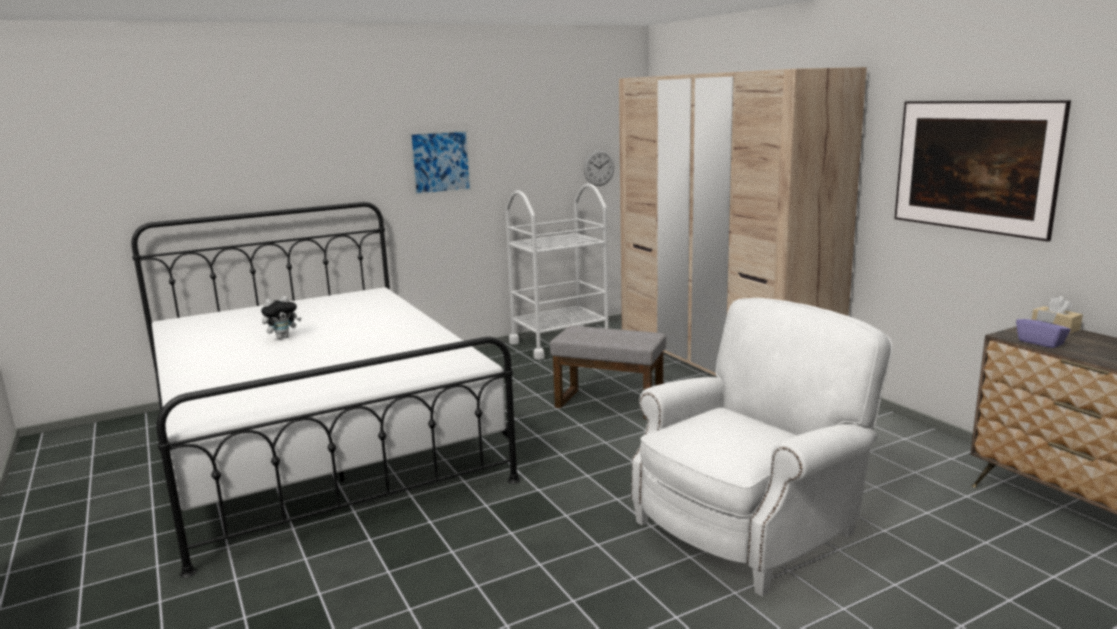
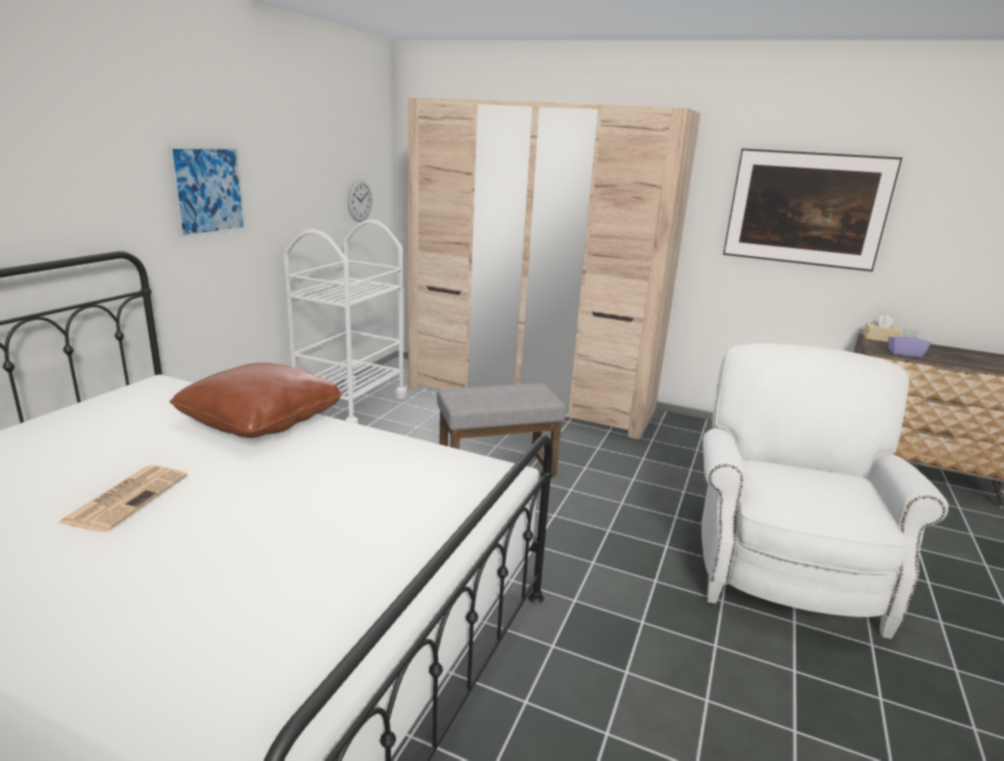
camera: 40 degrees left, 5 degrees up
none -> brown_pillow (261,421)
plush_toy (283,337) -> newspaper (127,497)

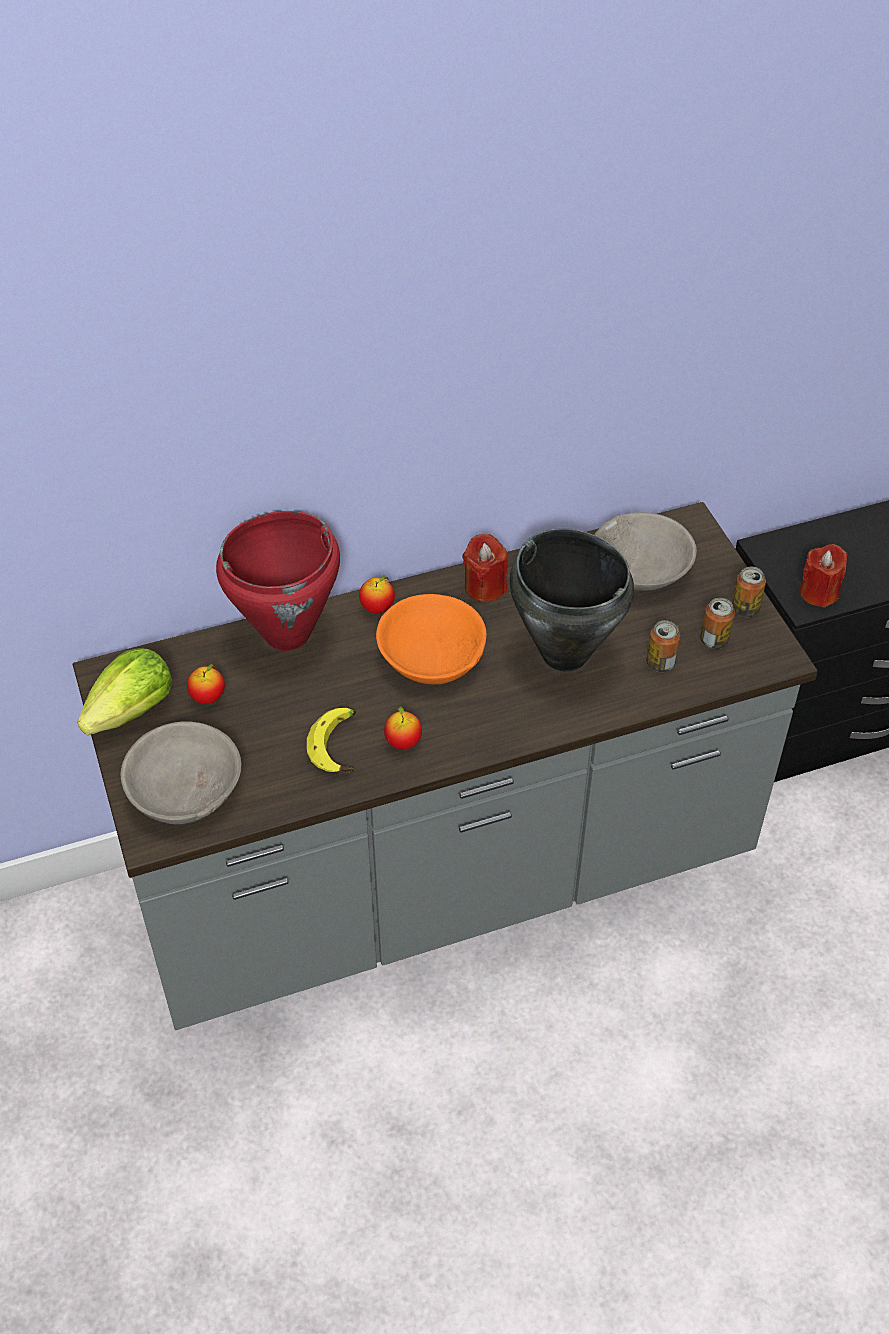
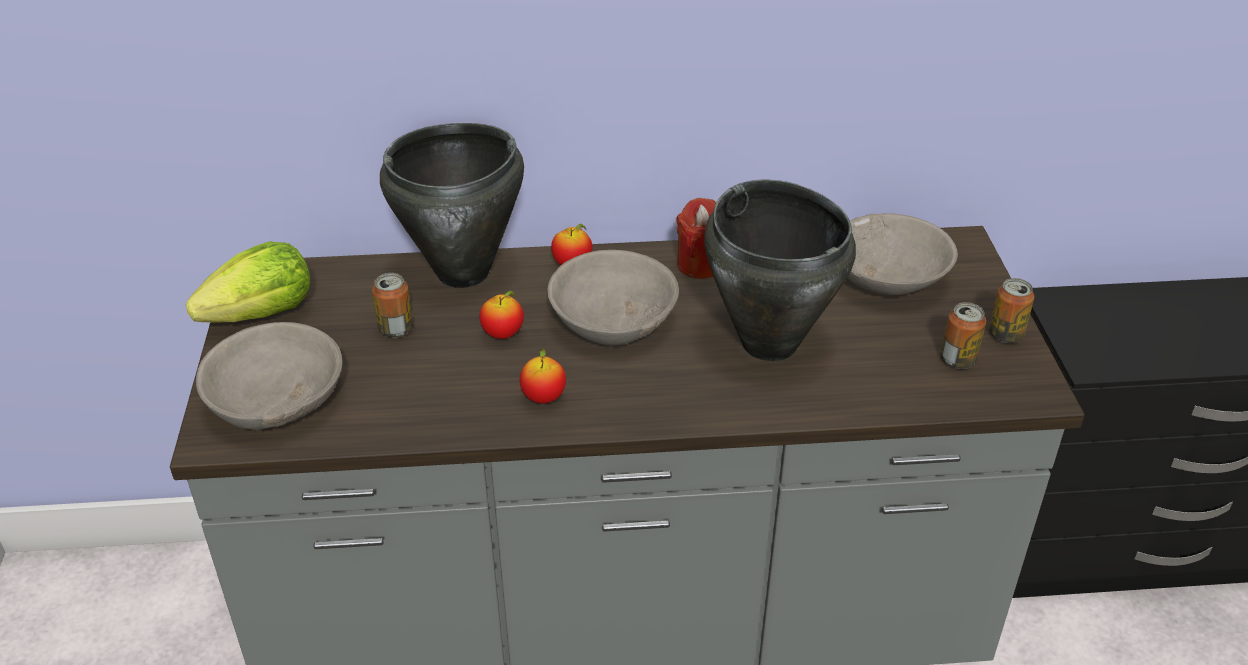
camera: 15 degrees right, 10 degrees down
banana (340,746) -> none
red_candle (819,592) -> none
apple (208,697) -> apple (503,334), relocated
can (660,663) -> can (396,329), relocated
red_cooking_pot (288,634) -> black_cooking_pot (464,273)
orange_bowl (431,656) -> grey_bowl (613,319)

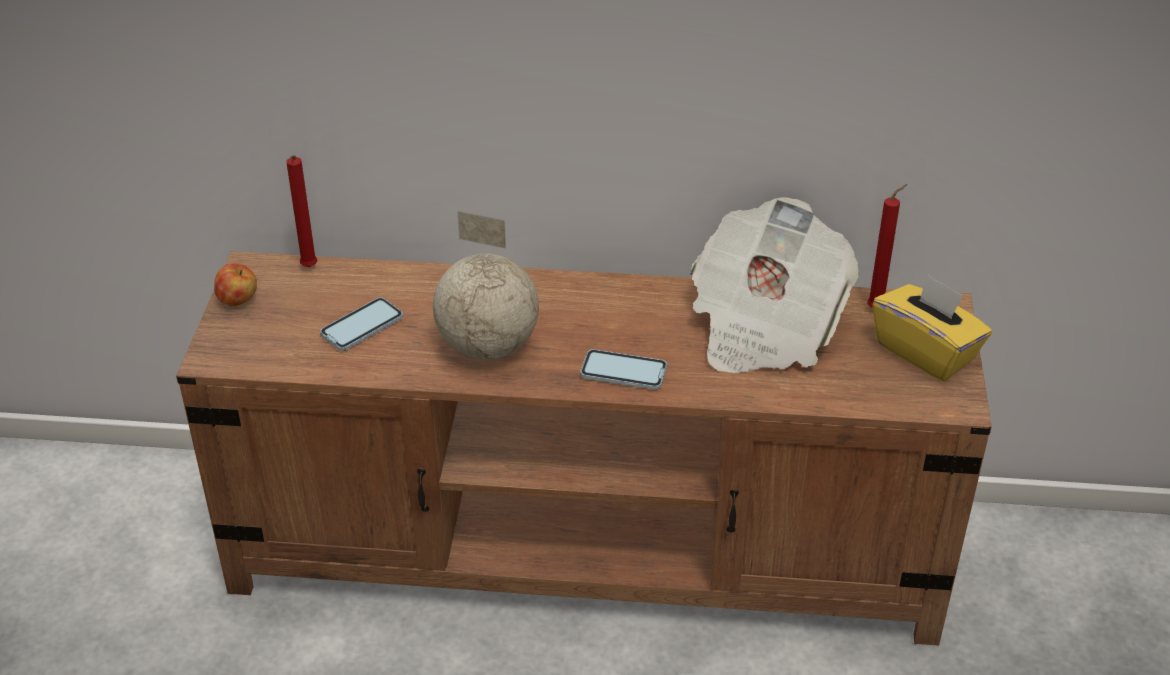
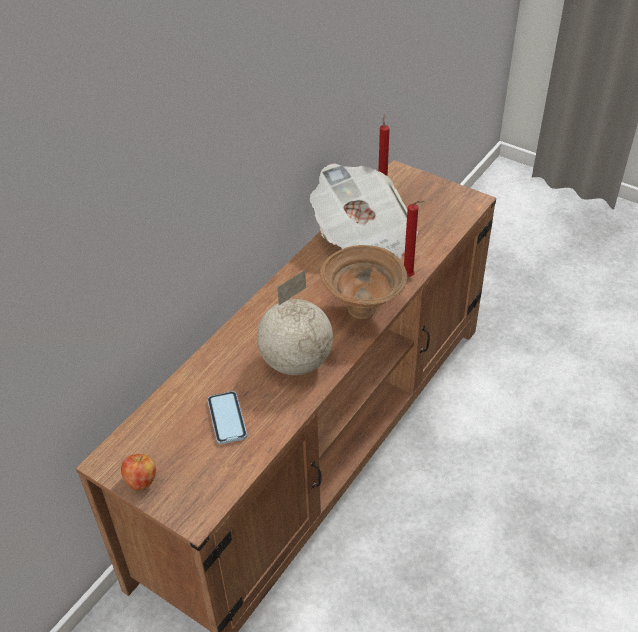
camera: 60 degrees left, 5 degrees up
yellow_tissue_box (926,352) -> none
red_candle (309,269) -> red_candle (410,277), relocated
phone (623,372) -> brown_bowl (363,311)

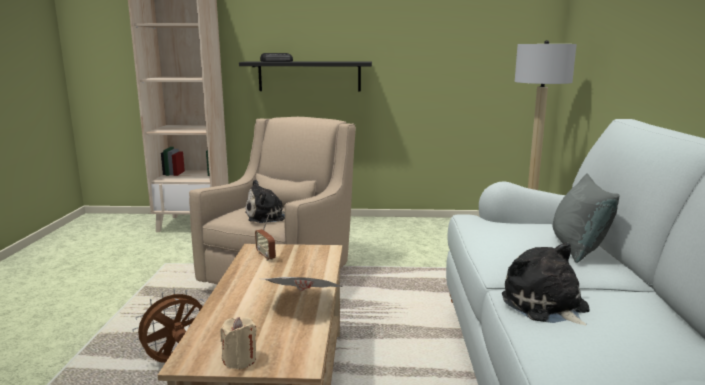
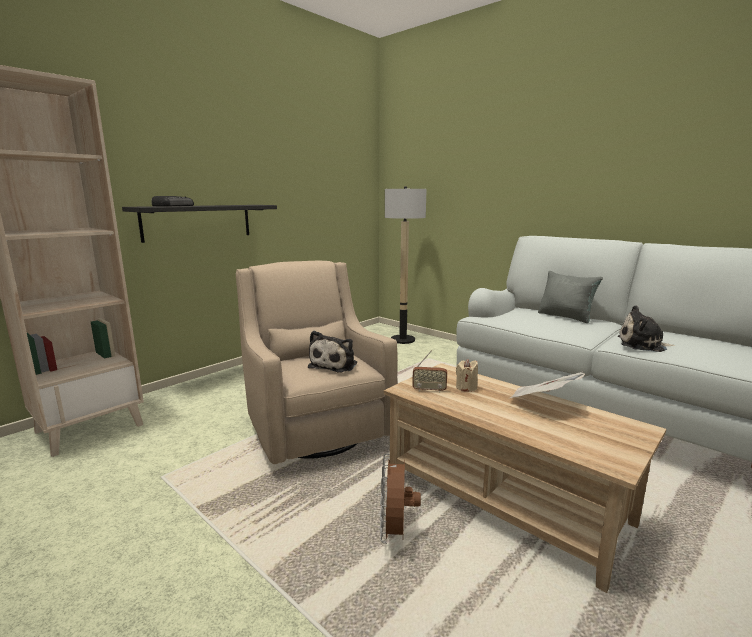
camera: 50 degrees left, 0 degrees up
beige_candle (240,360) -> beige_candle (466,387), relocated

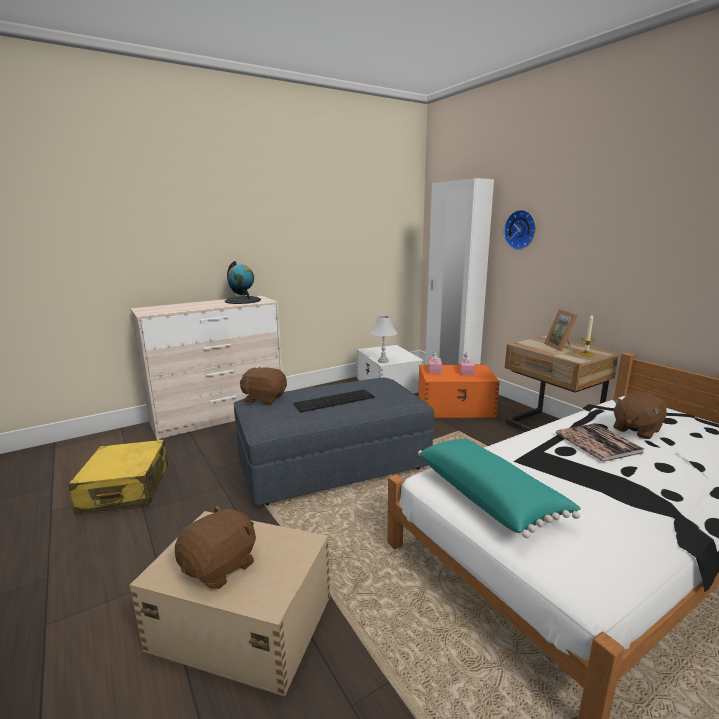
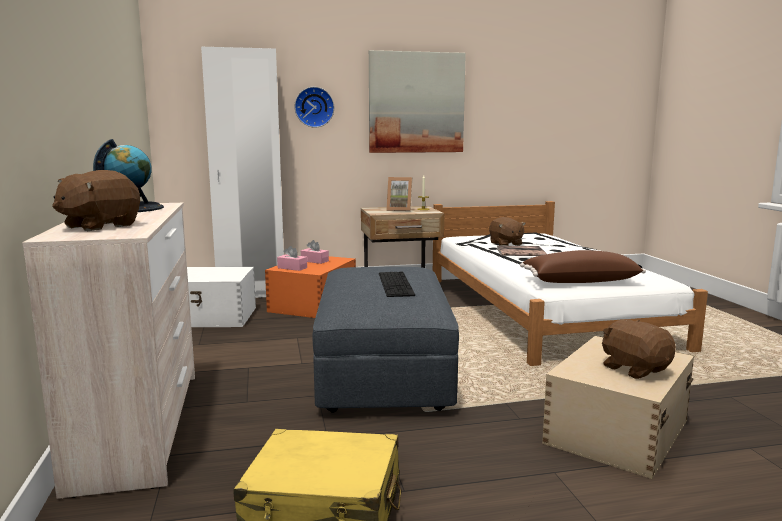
camera: 70 degrees left, 5 degrees down
white_table_lamp (383,361) -> none
none -> picture (416,103)
brown_plush_toy (264,399) -> brown_plush_toy (99,226), relocated
turquoise_pillow (489,496) -> brown_pillow (579,281)

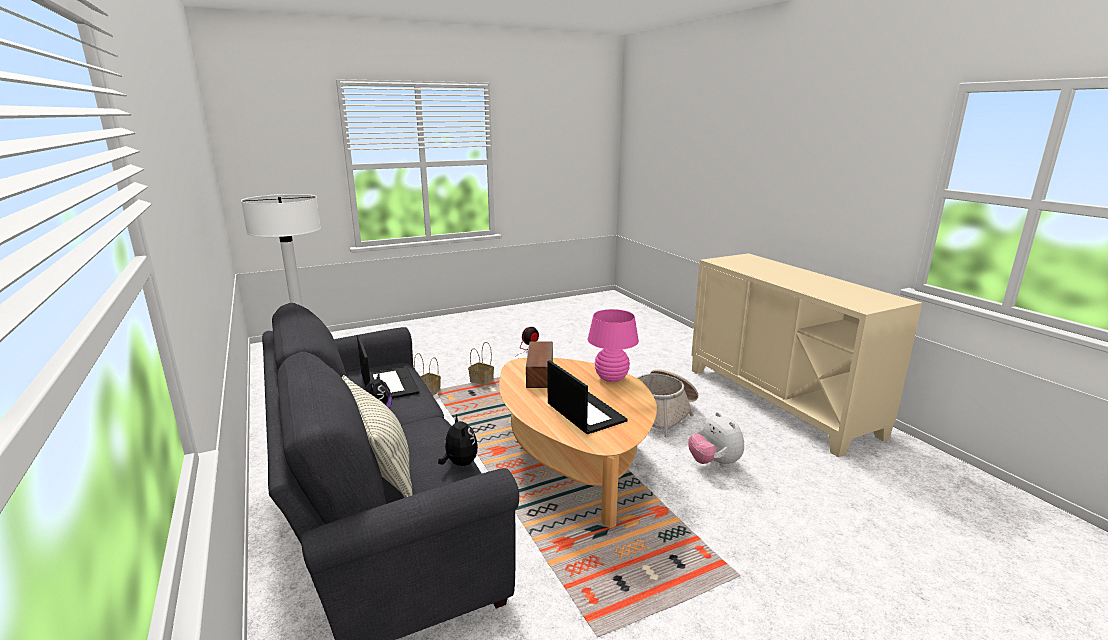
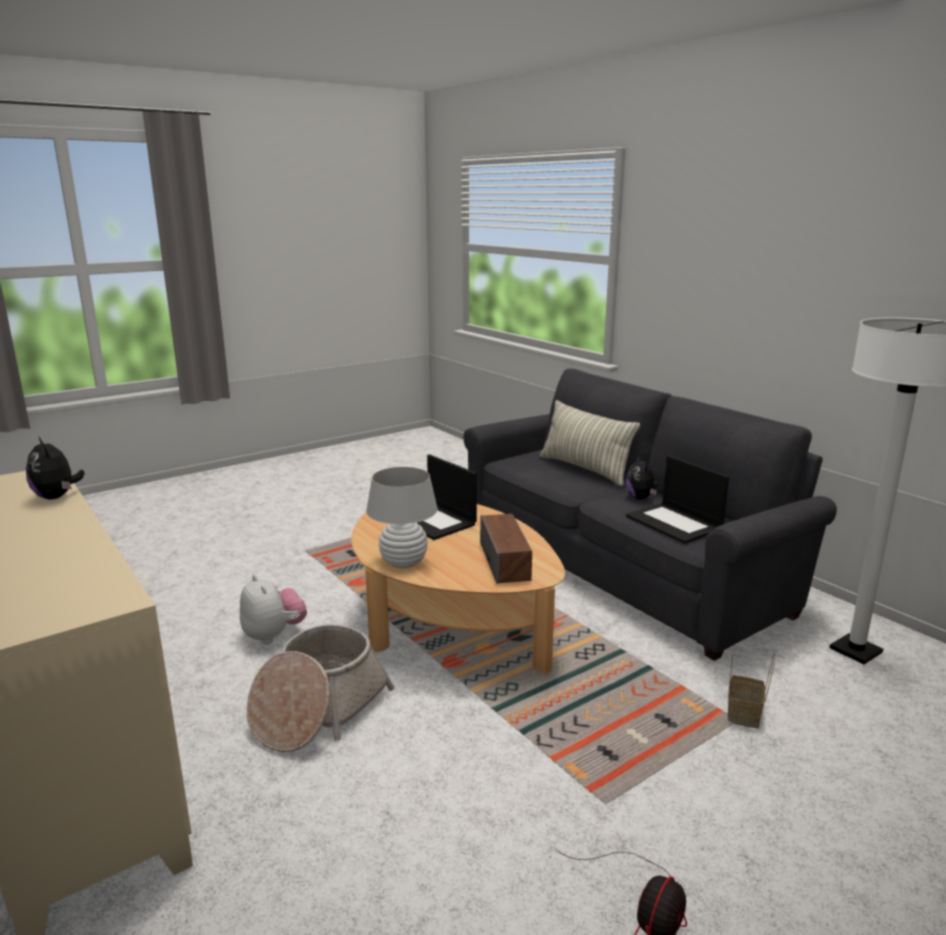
camera: 170 degrees right, 0 degrees up
basket (482,381) -> none
plush_toy (459,463) -> plush_toy (57,497), relocated
pink_table_lamp (611,378) -> white_table_lamp (403,562)

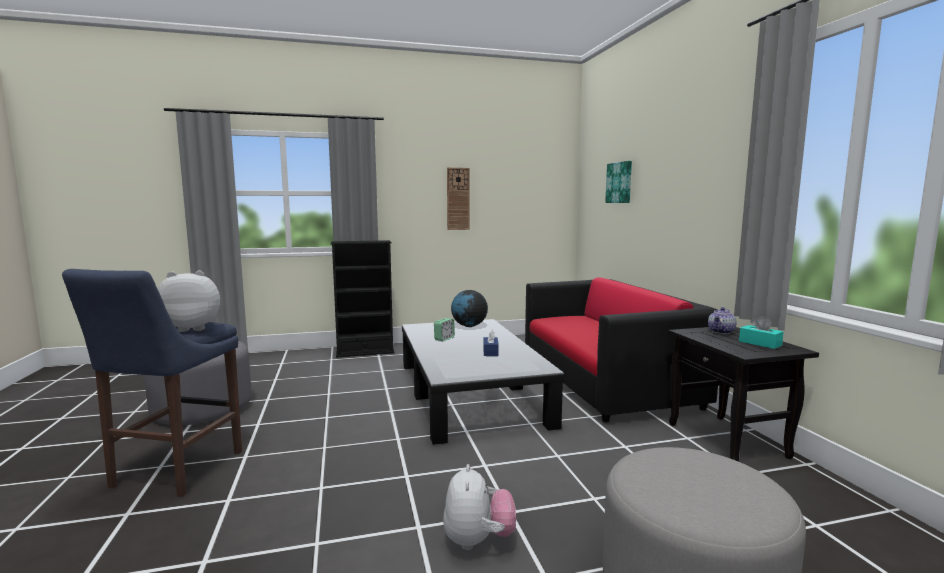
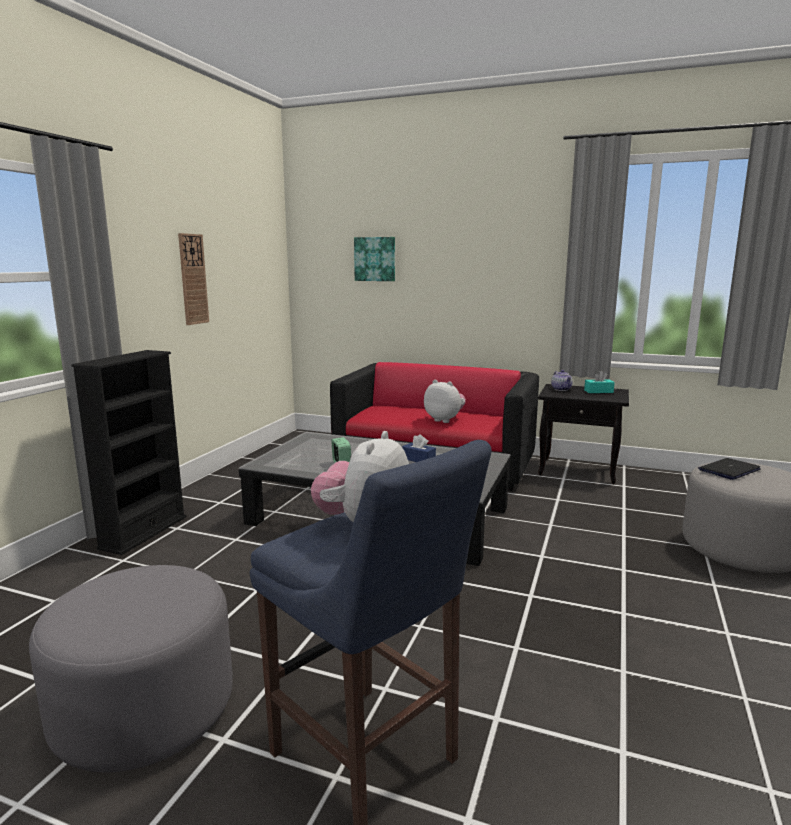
camera: 55 degrees left, 5 degrees up
globe (469,326) -> none
none -> laptop (729,470)
plush_toy (478,540) -> plush_toy (444,420), relocated

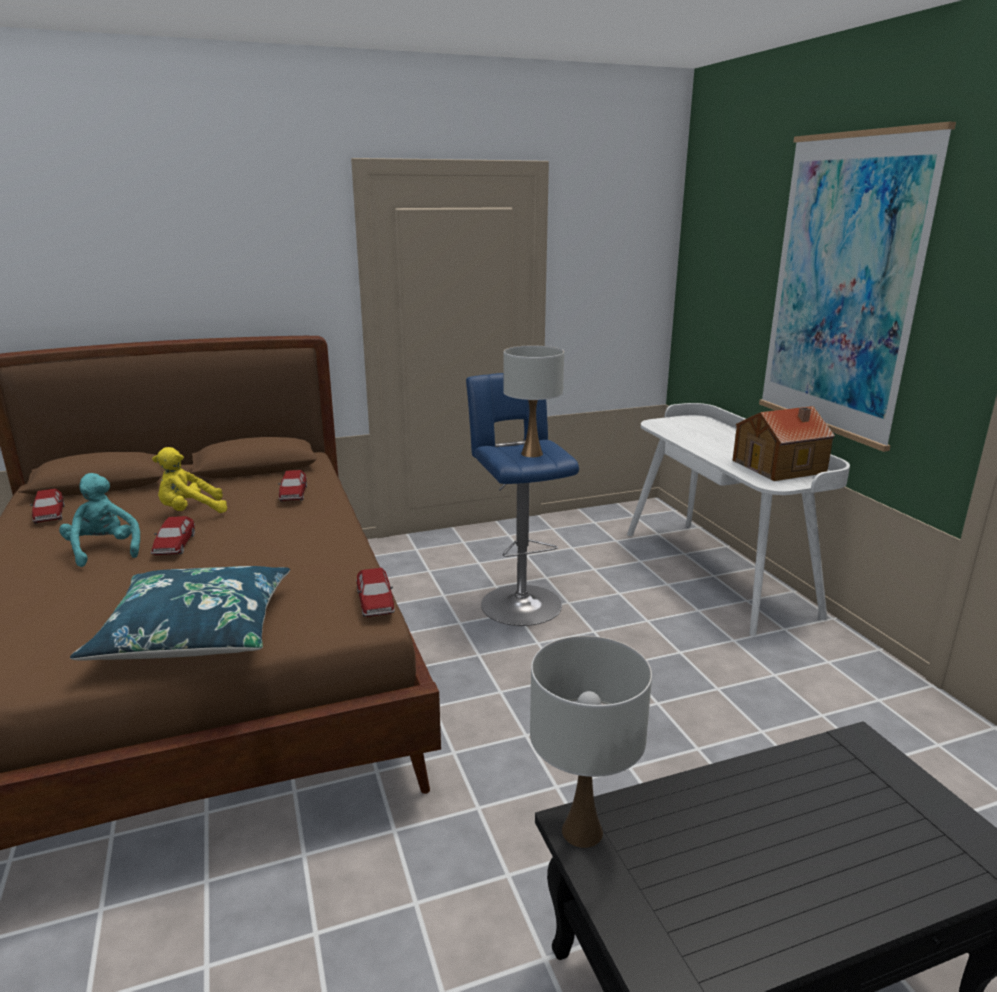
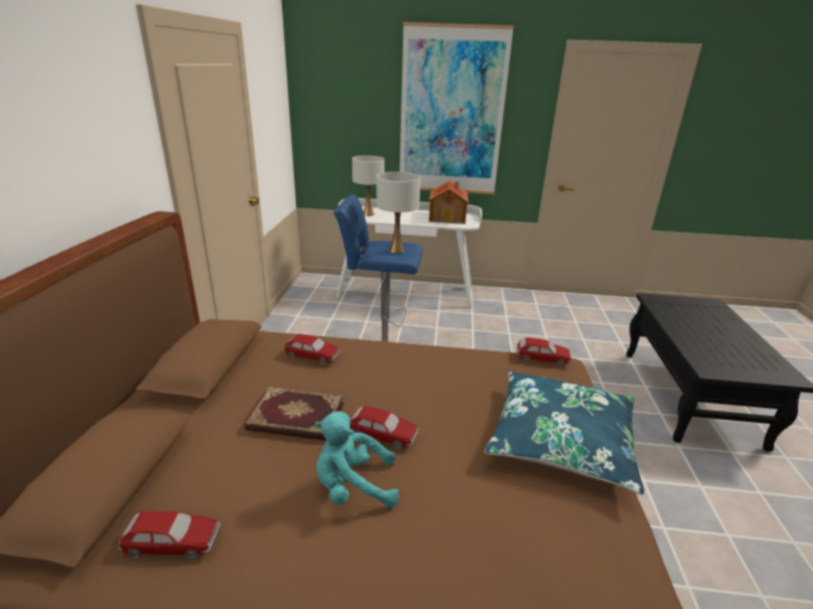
camera: 65 degrees left, 5 degrees up
white_table_lamp (583,831) -> white_table_lamp (368,214), relocated
yellow_plush_toy (191,512) -> book (296,417)

